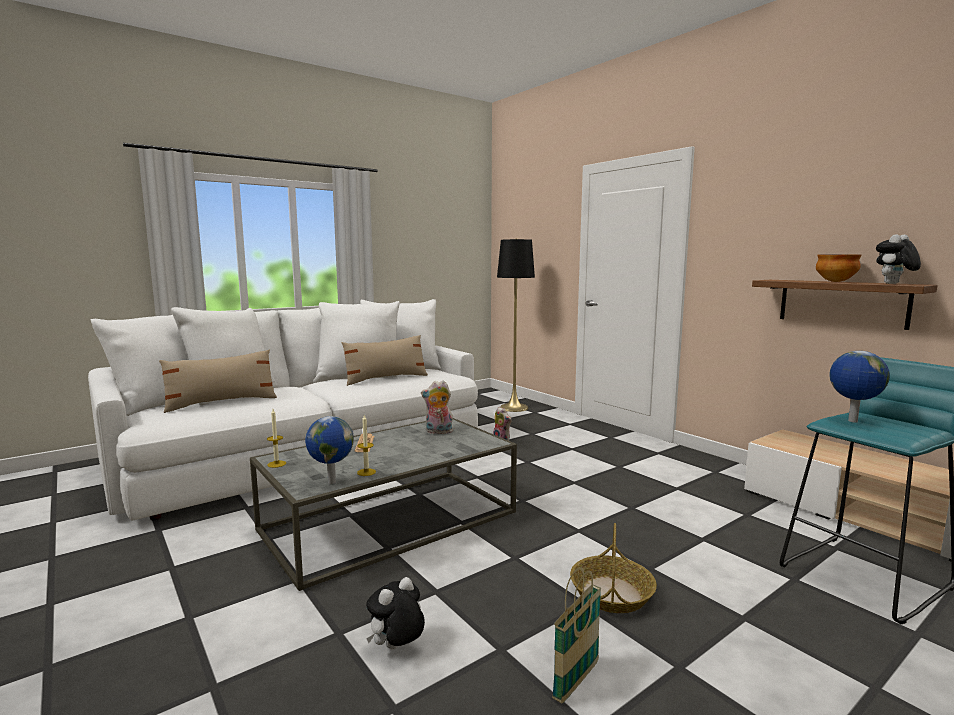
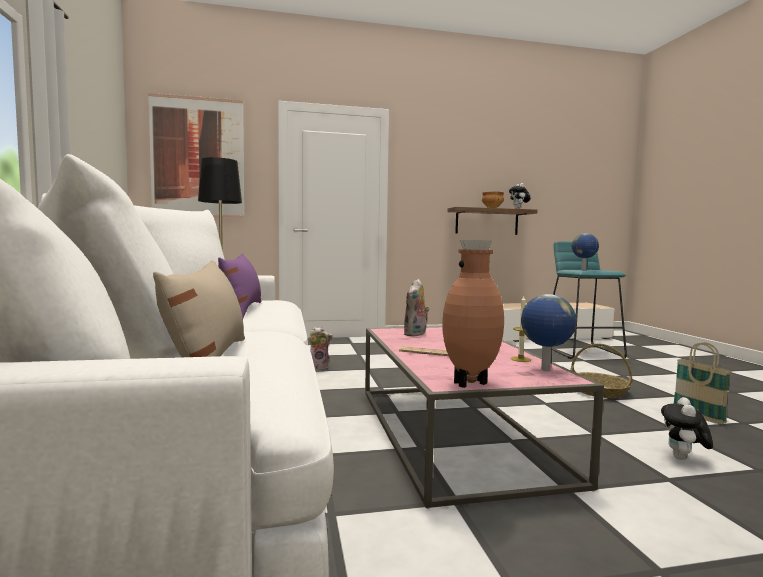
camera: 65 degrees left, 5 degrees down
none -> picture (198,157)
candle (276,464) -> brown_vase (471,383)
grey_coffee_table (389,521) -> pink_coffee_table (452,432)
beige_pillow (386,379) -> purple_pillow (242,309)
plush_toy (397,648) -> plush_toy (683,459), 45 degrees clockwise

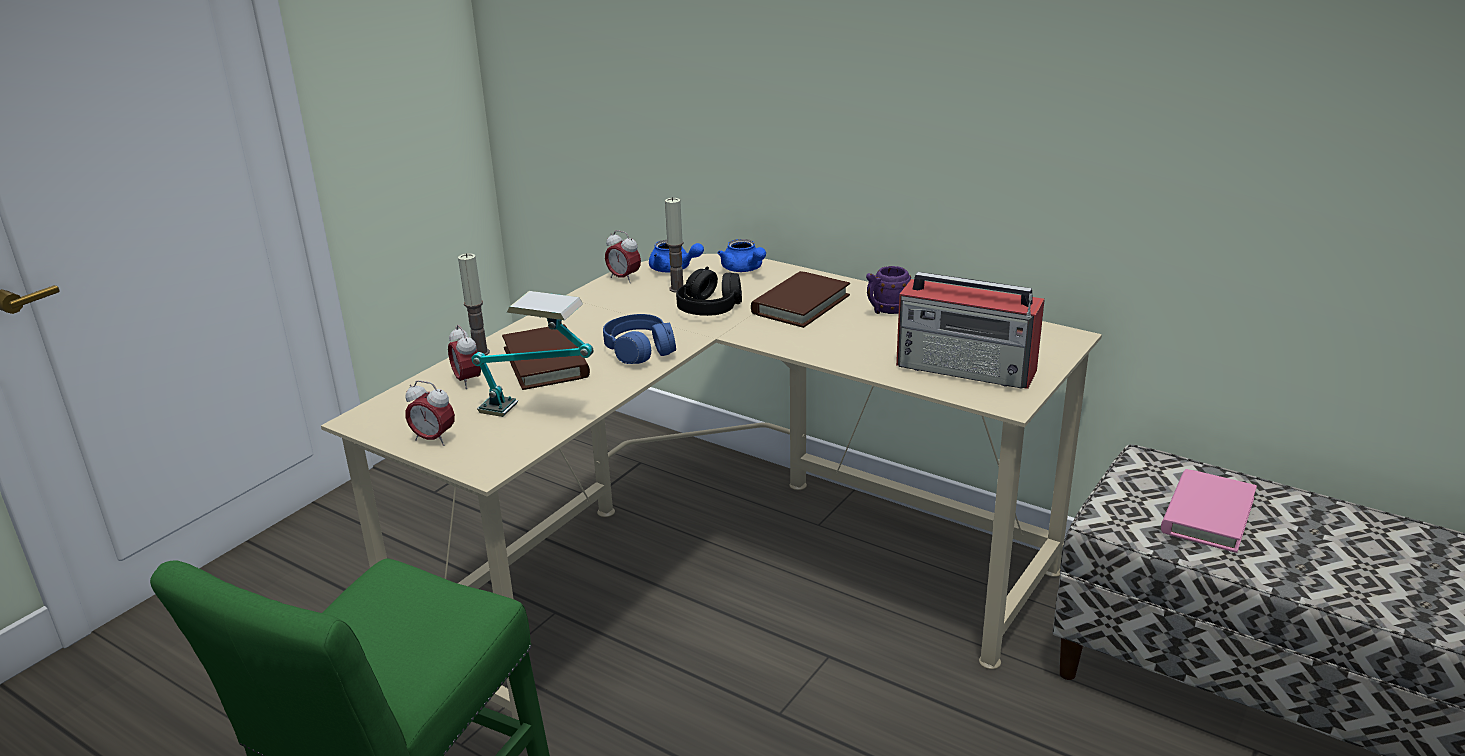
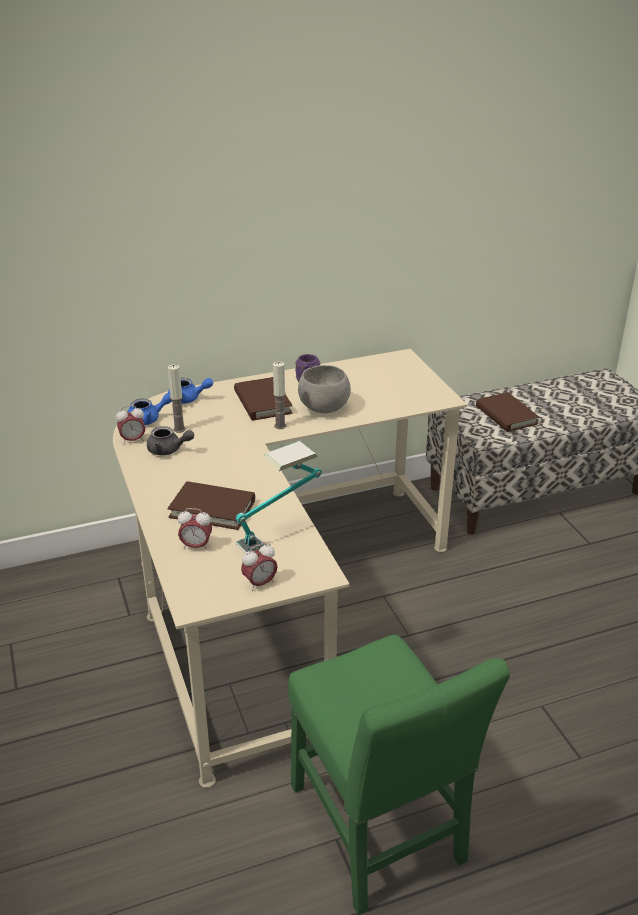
camera: 55 degrees left, 5 degrees up
blue_headphones (640,351) -> none
black_headphones (710,308) -> none
radio (967,369) -> none
none -> grey_teapot (168,450)
none -> grey_bowl (323,408)
candle (480,352) -> candle (280,426), relocated
pink_book (1207,515) -> brown_book (506,415)

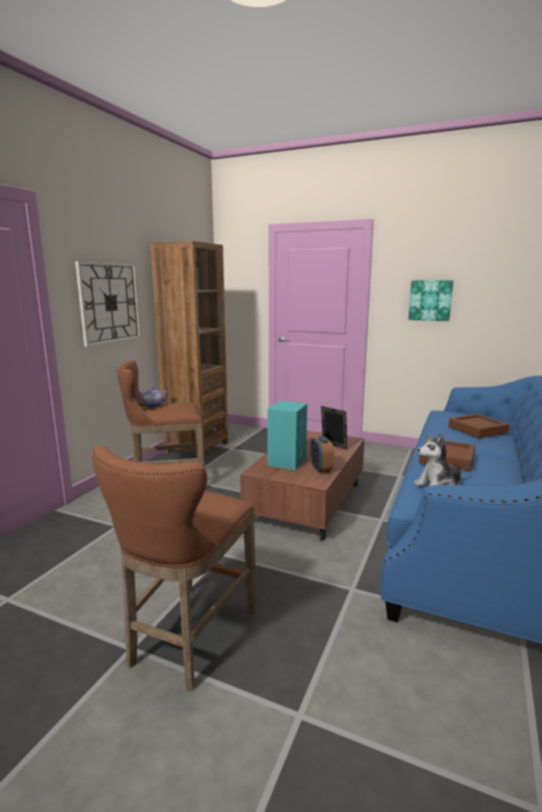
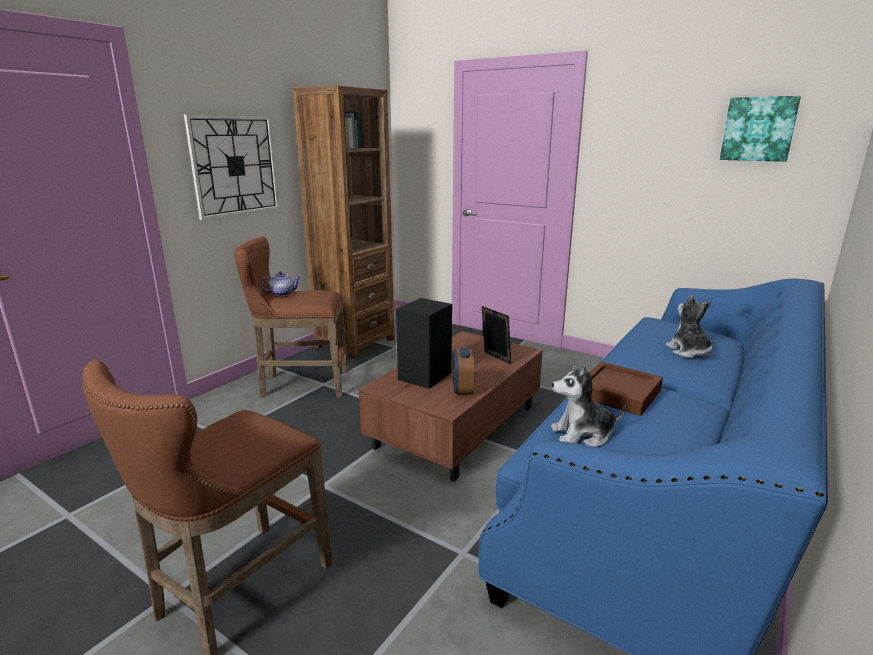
camera: 10 degrees right, 5 degrees up
picture (430,300) -> picture (758,129), relocated
brown_tray (477,430) -> plush_toy (688,352)
turquoise_speaker (287,461) -> black_speaker (425,376)

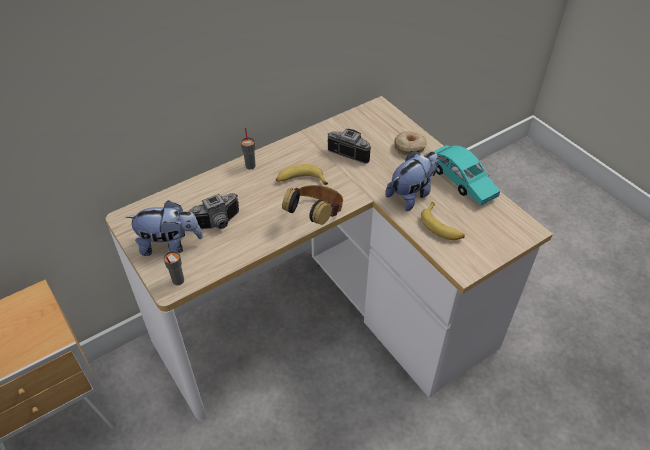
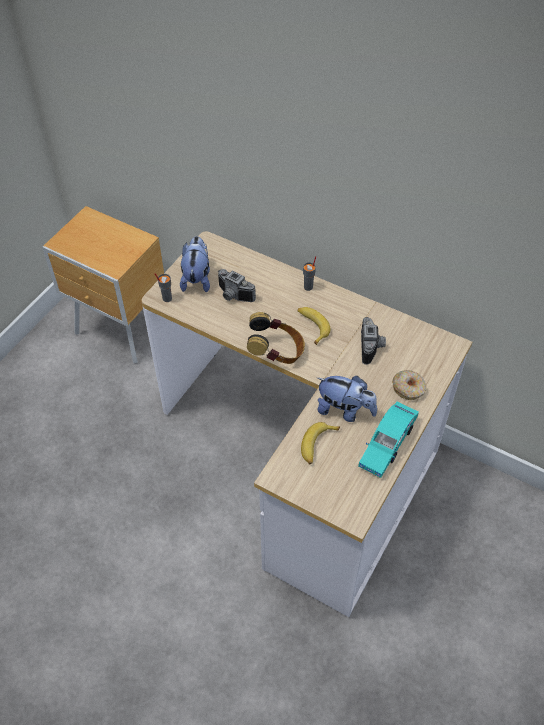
camera: 65 degrees right, 5 degrees up
plush_toy (170,244) -> plush_toy (197,278), 150 degrees counterclockwise

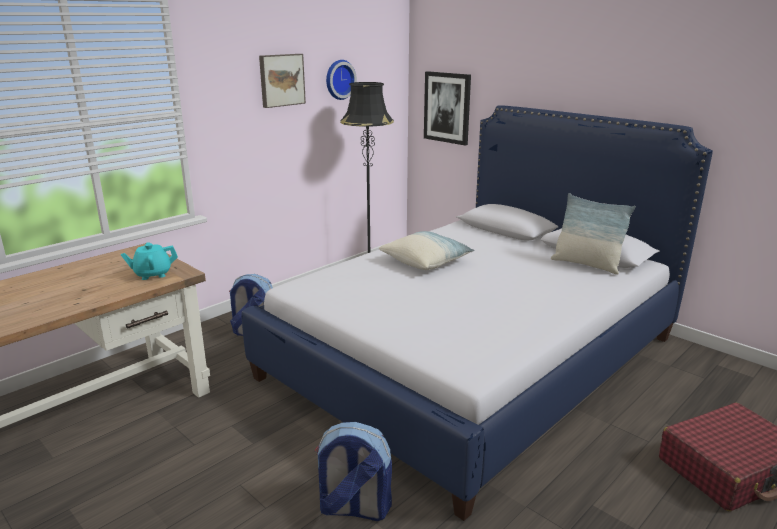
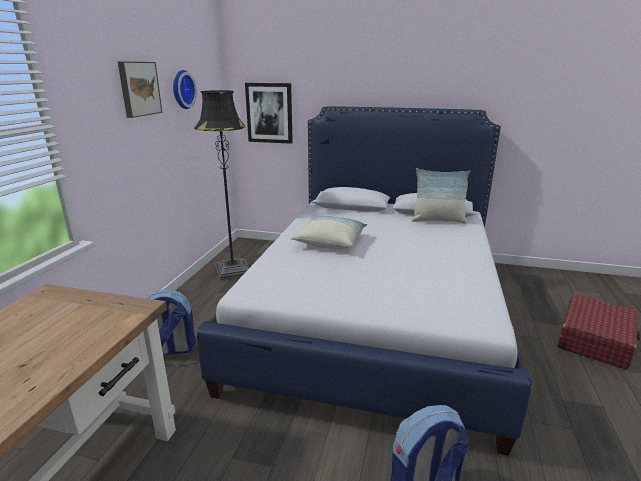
camera: 30 degrees left, 0 degrees up
turquoise_teapot (152,274) -> none

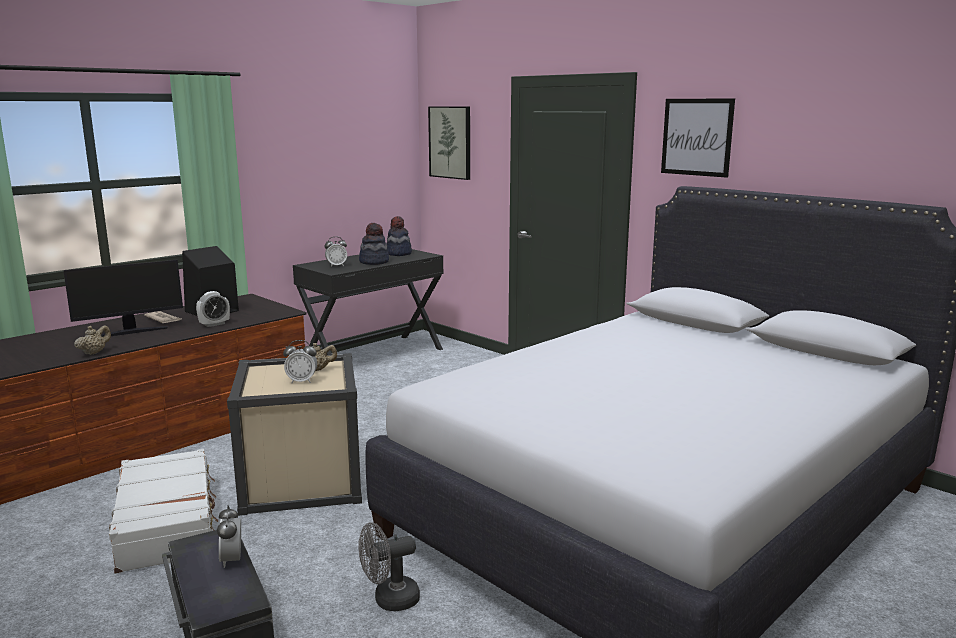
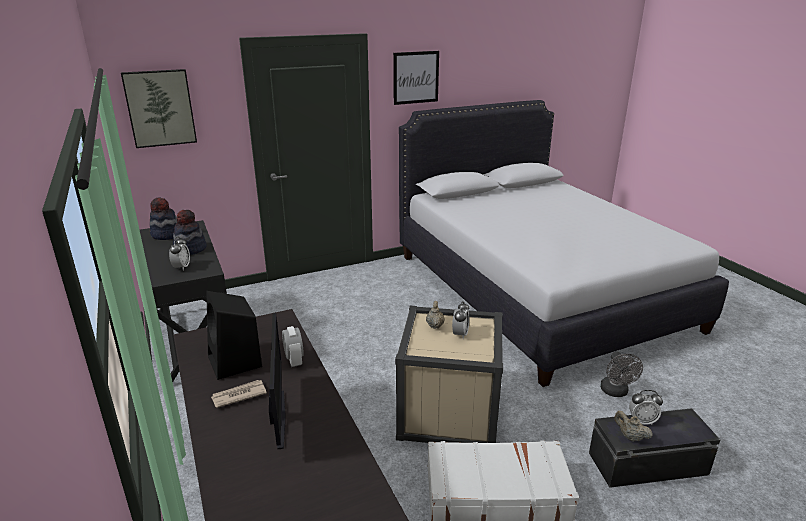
camera: 70 degrees left, 10 degrees up
beige_teapot (94,352) -> beige_teapot (630,437), relocated

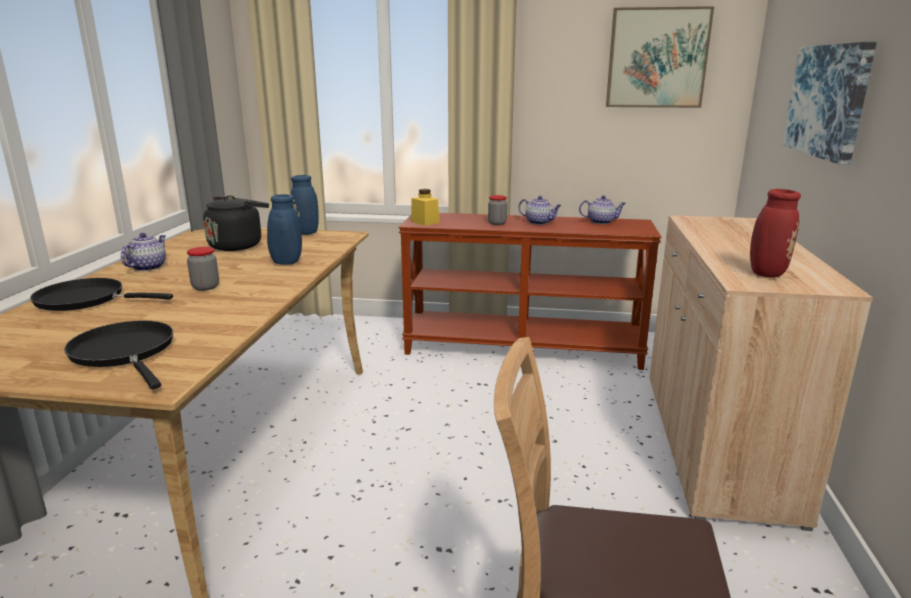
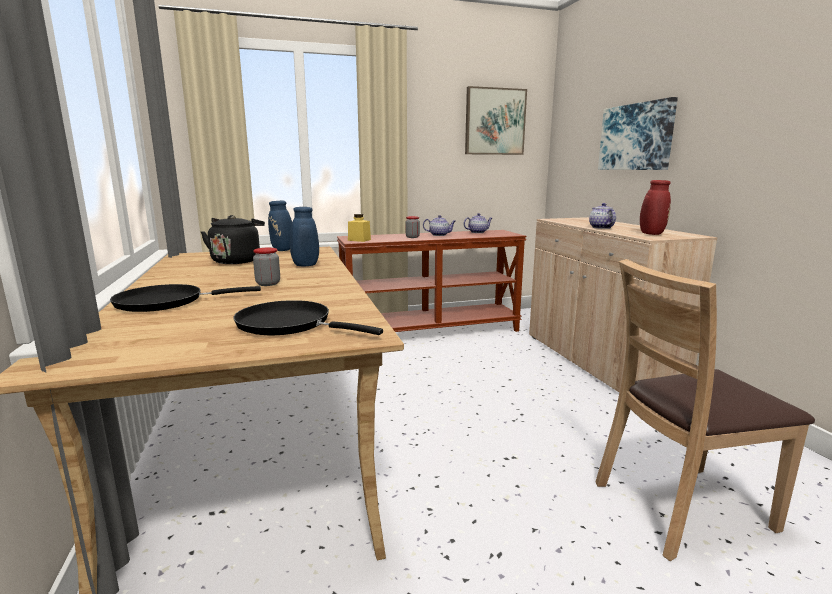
camera: 25 degrees left, 5 degrees down
teapot (148,267) -> teapot (600,227), relocated

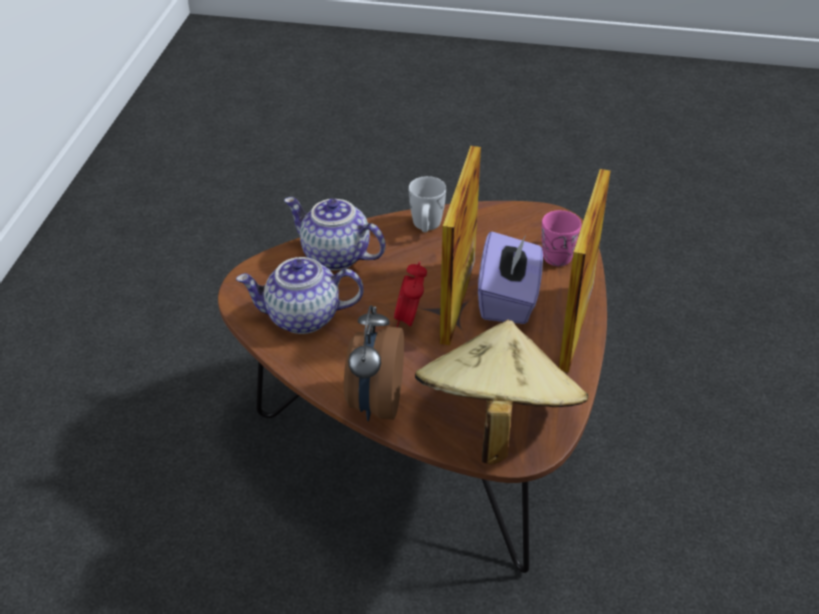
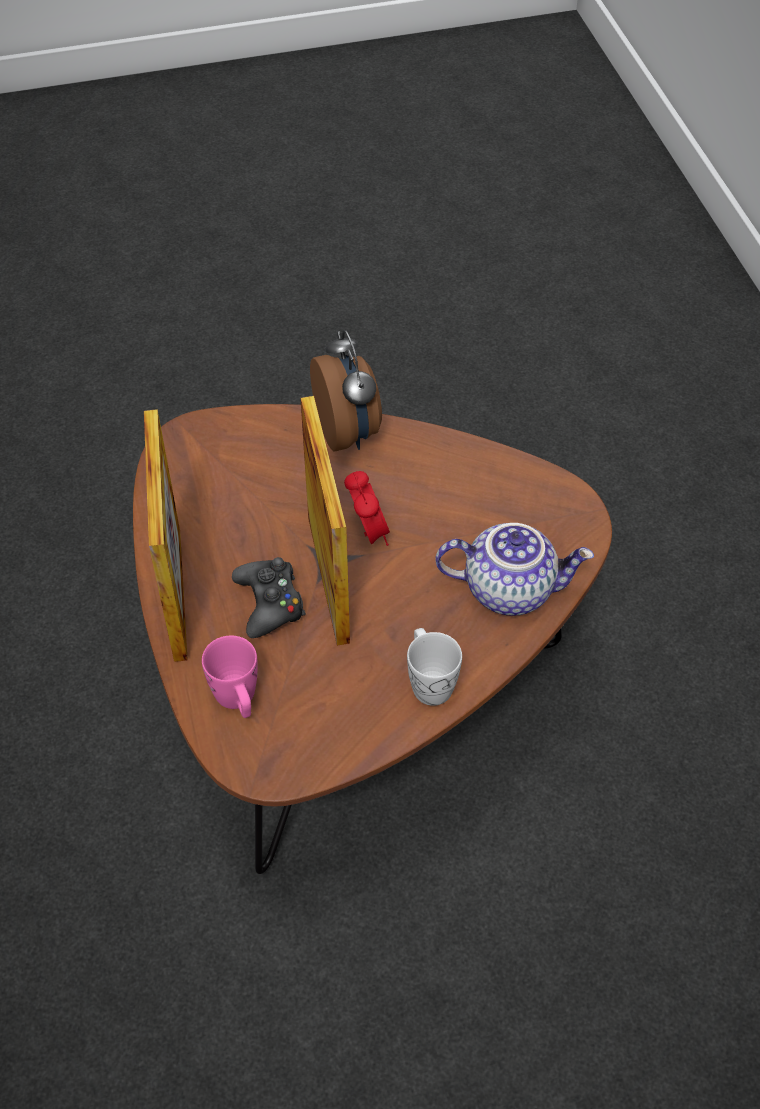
camera: 155 degrees right, 10 degrees up
teapot (302,318) -> none
beige_hat (496,423) -> none
purple_tissue_box (509,299) -> black_game_controller (270,603)

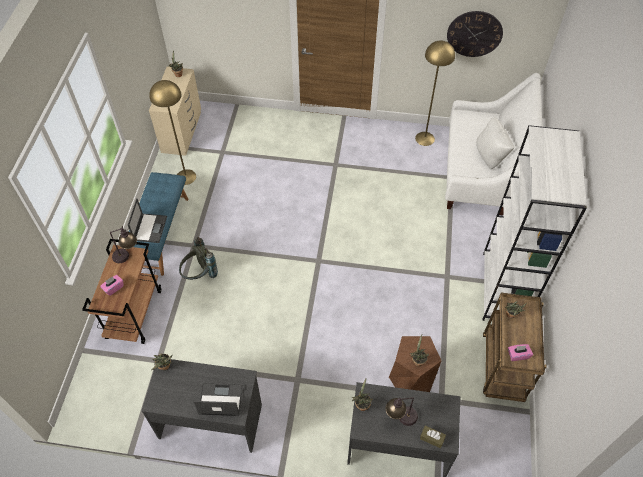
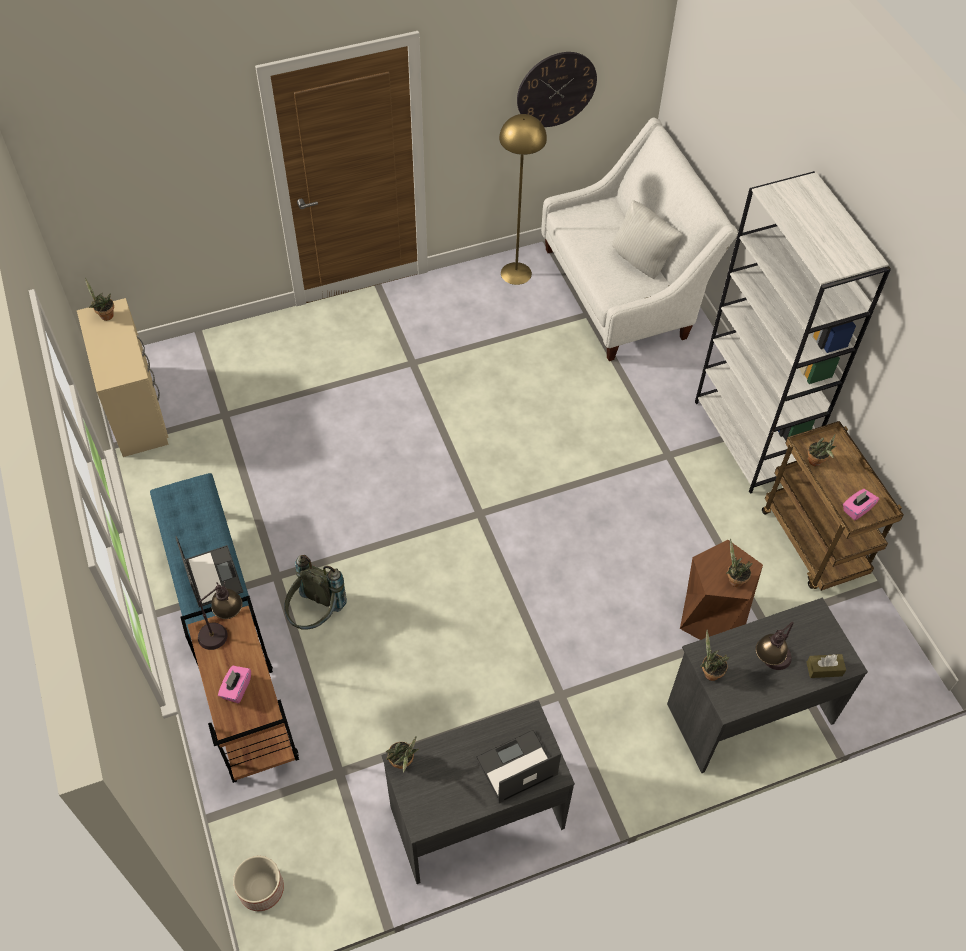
camera: 30 degrees left, 0 degrees up
yellow_floor_lamp (186,177) -> none
none -> planter (261,889)

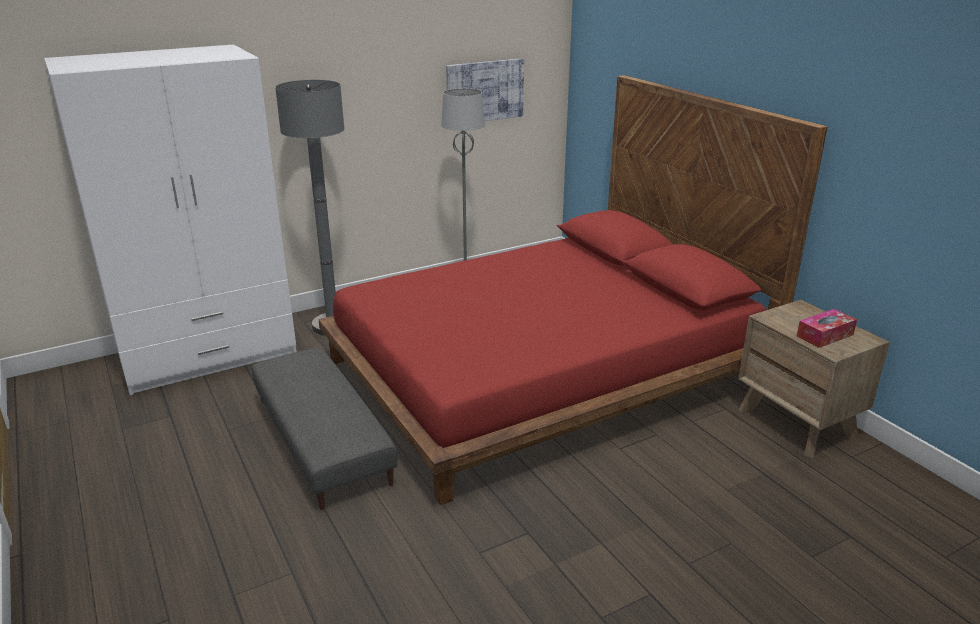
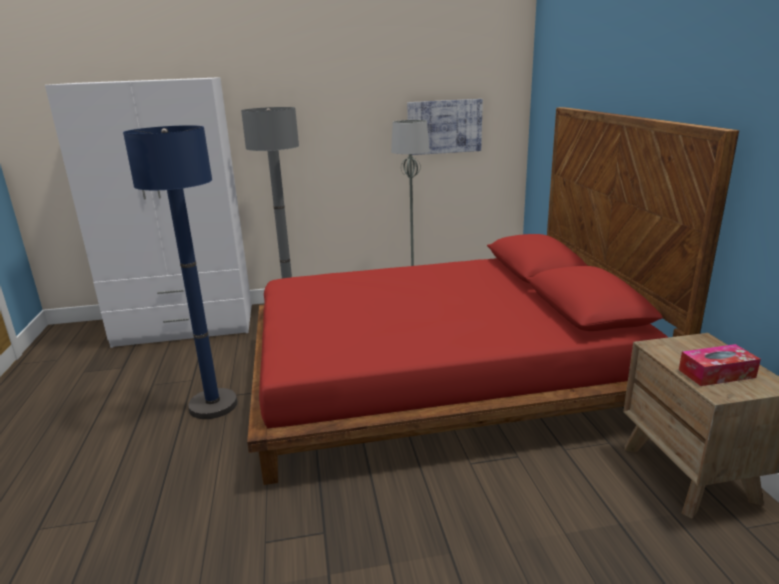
camera: 20 degrees right, 5 degrees down
grey_ottoman (322,439) -> blue_floor_lamp (213,405)

